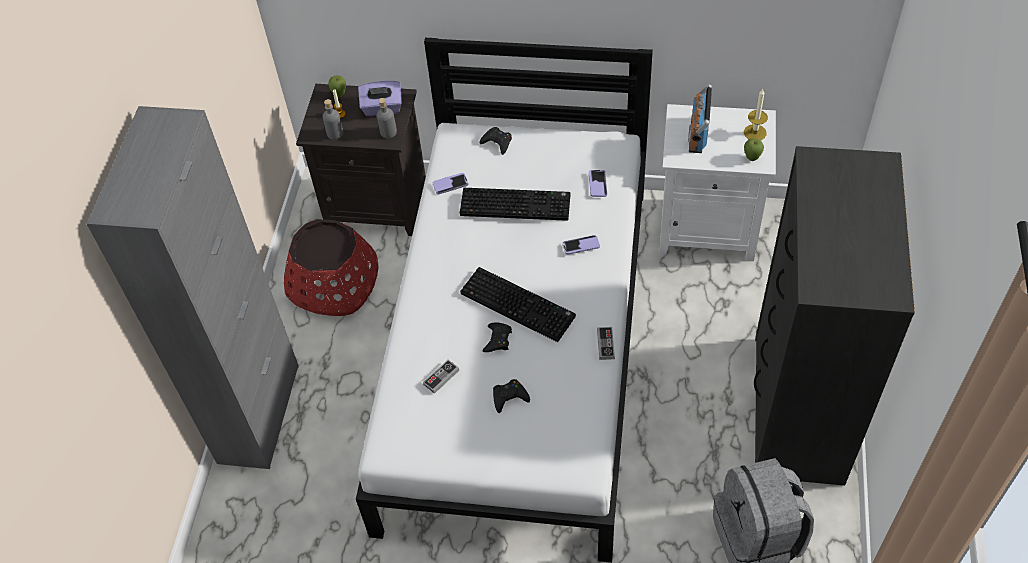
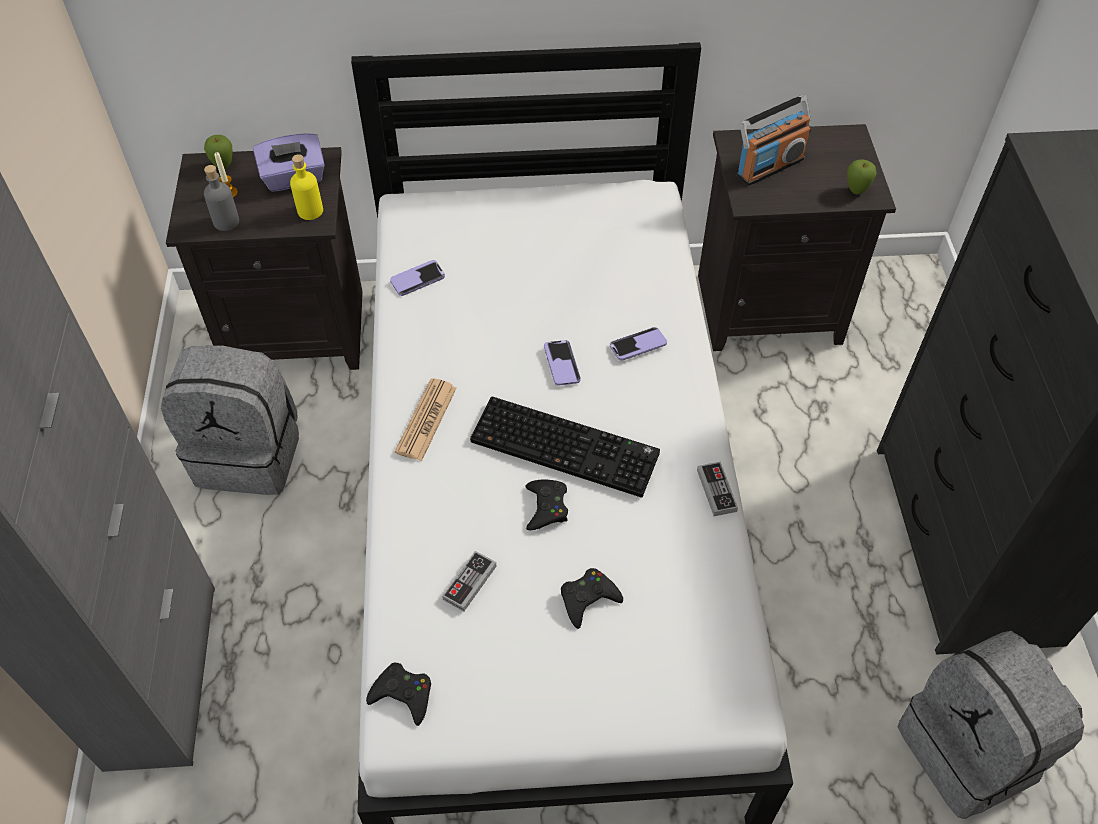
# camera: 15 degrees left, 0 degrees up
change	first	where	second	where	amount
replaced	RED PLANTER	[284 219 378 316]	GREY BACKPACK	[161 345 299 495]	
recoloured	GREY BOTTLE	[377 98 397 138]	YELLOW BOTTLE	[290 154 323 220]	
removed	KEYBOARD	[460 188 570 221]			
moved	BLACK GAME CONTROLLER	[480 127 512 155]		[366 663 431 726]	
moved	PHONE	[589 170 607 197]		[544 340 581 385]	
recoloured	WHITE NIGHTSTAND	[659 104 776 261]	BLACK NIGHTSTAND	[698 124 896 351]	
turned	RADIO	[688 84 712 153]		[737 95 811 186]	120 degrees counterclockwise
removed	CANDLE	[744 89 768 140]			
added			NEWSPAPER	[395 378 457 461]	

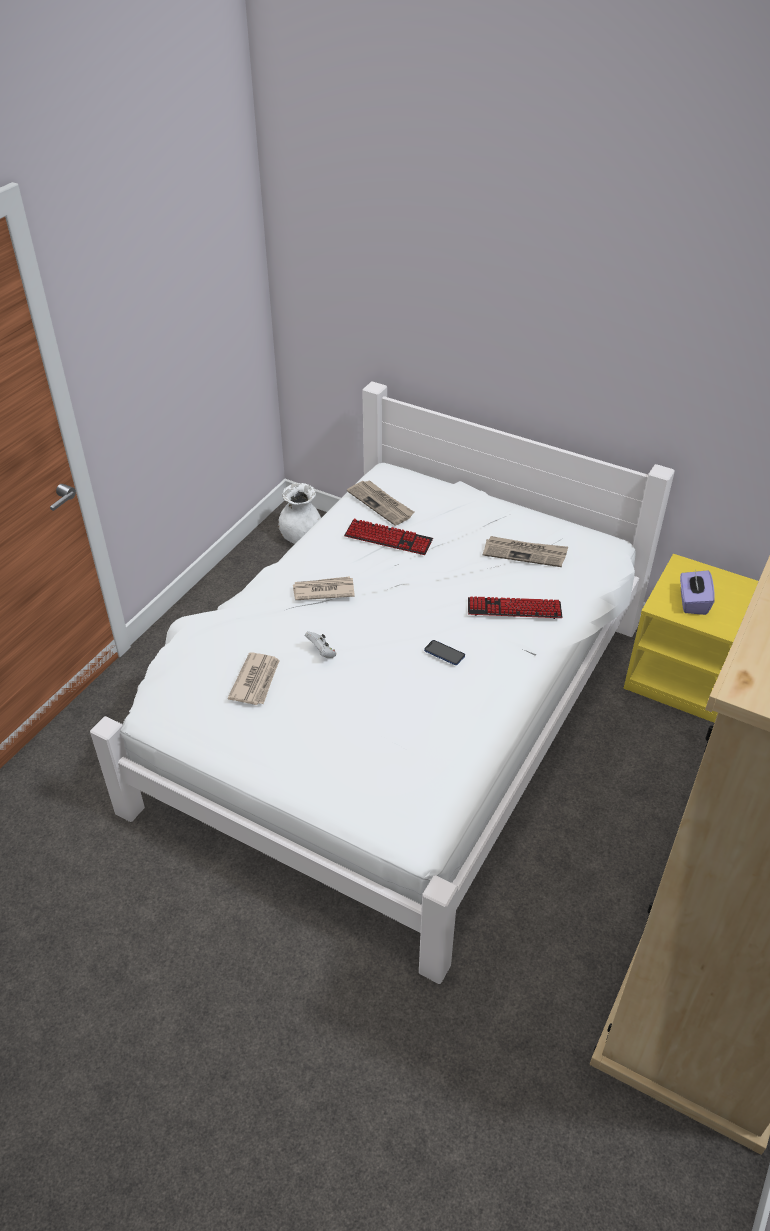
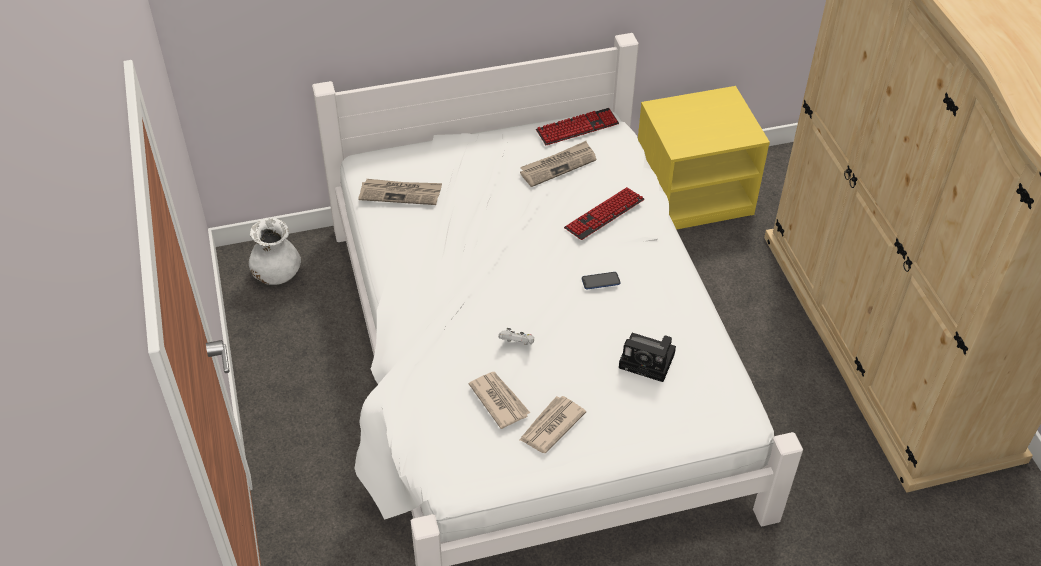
# camera: 45 degrees left, 5 degrees up
change	first	where	second	where	amount
moved	NEWSPAPER	[293 576 355 600]		[519 396 586 453]	
moved	KEYBOARD	[344 518 433 555]		[536 108 619 145]	
removed	PURPLE TISSUE BOX	[680 570 715 615]			
added			PHOTO CAMERA	[619 333 676 382]	

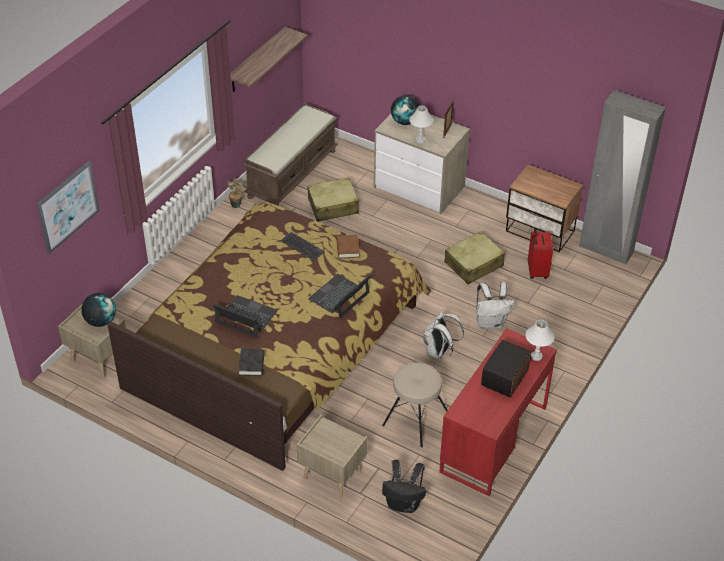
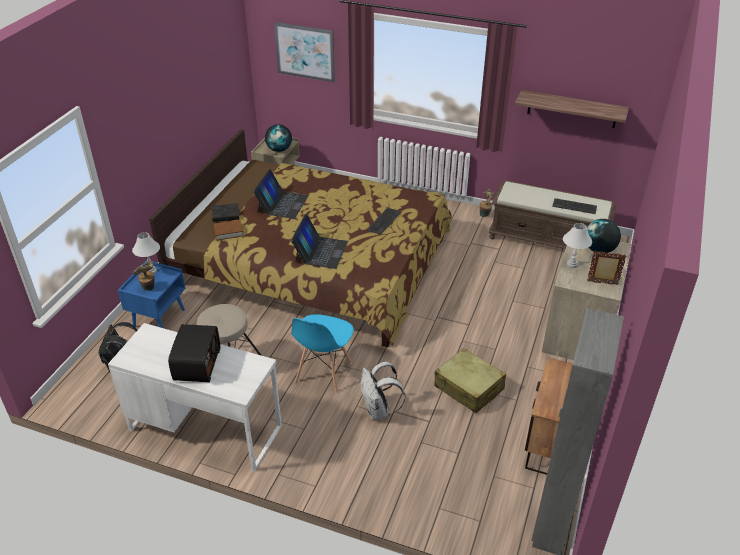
# camera: 80 degrees right, 5 degrees down
change	first	where	second	where	amount
recoloured	BEIGE NIGHTSTAND	[297 414 368 498]	BLUE NIGHTSTAND	[118 260 186 328]	
removed	BEIGE SUITCASE	[307 177 359 222]			
turned	LAPTOP	[308 274 372 318]		[291 214 348 269]	75 degrees clockwise
moved	BROWN BOOK	[336 235 360 259]		[214 220 244 240]	
replaced	WHITE BACKPACK	[423 311 464 359]	BLUE CHAIR	[292 314 354 393]	
recoloured	RED DESK	[439 328 557 496]	WHITE DESK	[108 323 282 471]	
turned	RADIO	[481 340 532 397]		[168 324 220 382]	75 degrees clockwise
moved	WHITE TABLE LAMP	[525 320 555 361]		[132 232 160 274]	
removed	RED SUITCASE	[528 227 553 279]			
added			POTTED PLANT	[133 261 155 291]	
added			KEYBOARD	[552 198 597 214]	

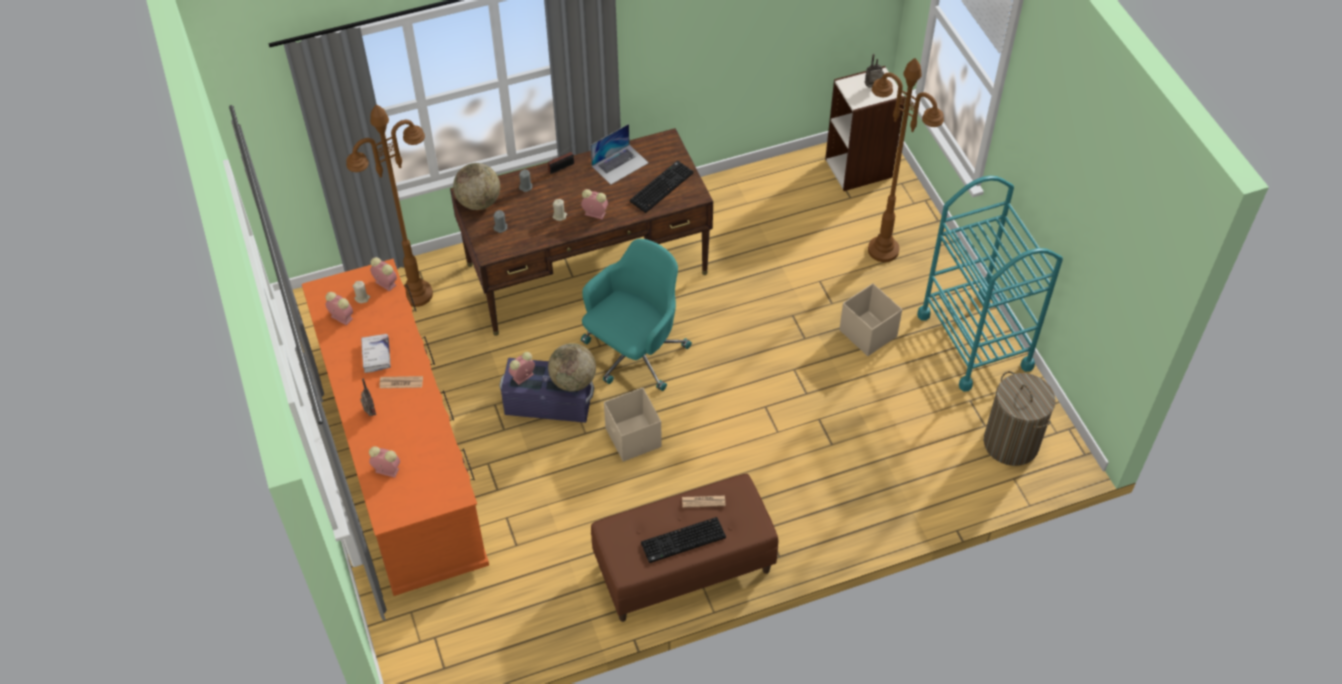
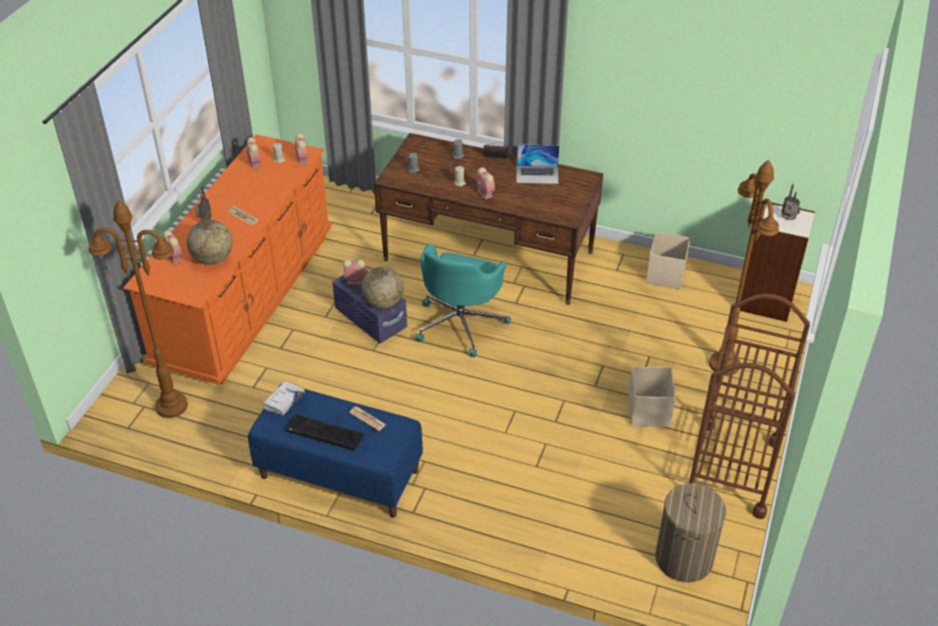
# camera: 40 degrees right, 10 degrees down
change	first	where	second	where	amount
moved	BROWN FLOOR LAMP	[346 104 433 307]		[89 200 188 418]	
moved	WHITE BOOK	[361 334 391 373]		[263 381 305 416]	
moved	GLOBE	[453 163 500 210]		[187 220 232 264]	
turned	TURQUOISE OFFICE CHAIR	[581 239 692 391]		[415 244 511 357]	120 degrees clockwise
recoloured	BROWN BENCH	[591 474 778 622]	BLUE BENCH	[248 384 423 518]	
moved	BEIGE STORAGE BOX	[604 387 662 462]		[646 231 691 289]	
removed	KEYBOARD	[630 160 693 213]			
recoloured	TURQUOISE CART	[917 176 1063 391]	BROWN CART	[689 293 810 519]	

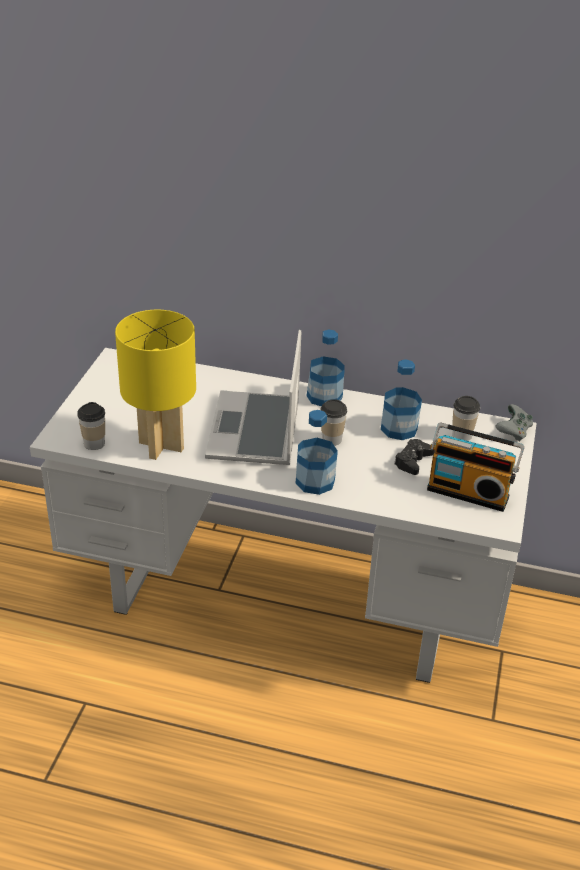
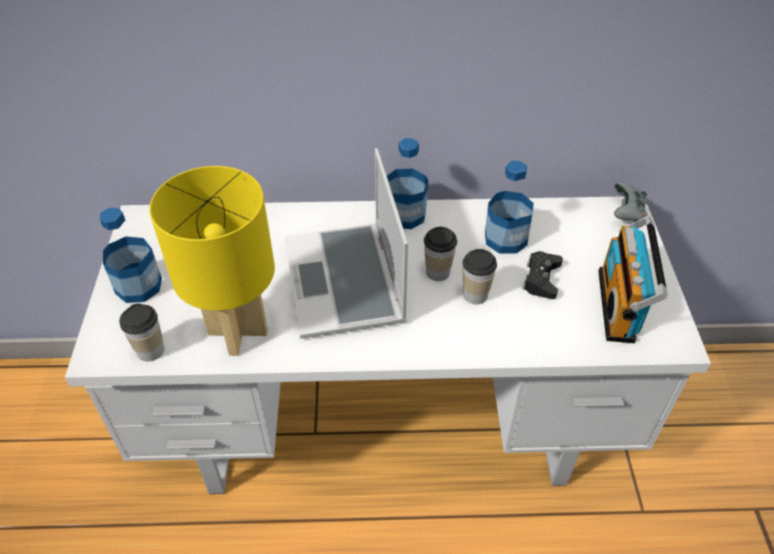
# camera: 15 degrees left, 10 degrees up
change	first	where	second	where	amount
moved	BOTTLE	[295 410 338 495]		[100 208 162 303]	
turned	RADIO	[427 423 524 512]		[598 216 668 343]	90 degrees clockwise
moved	CUP	[452 396 480 441]		[463 249 497 304]	

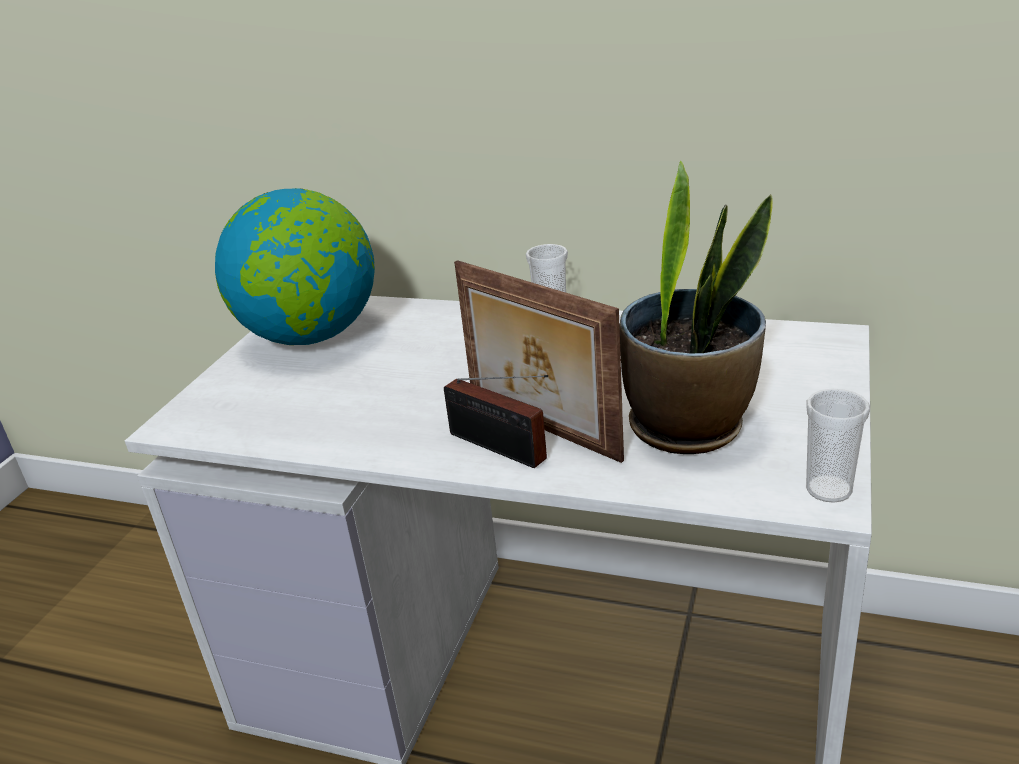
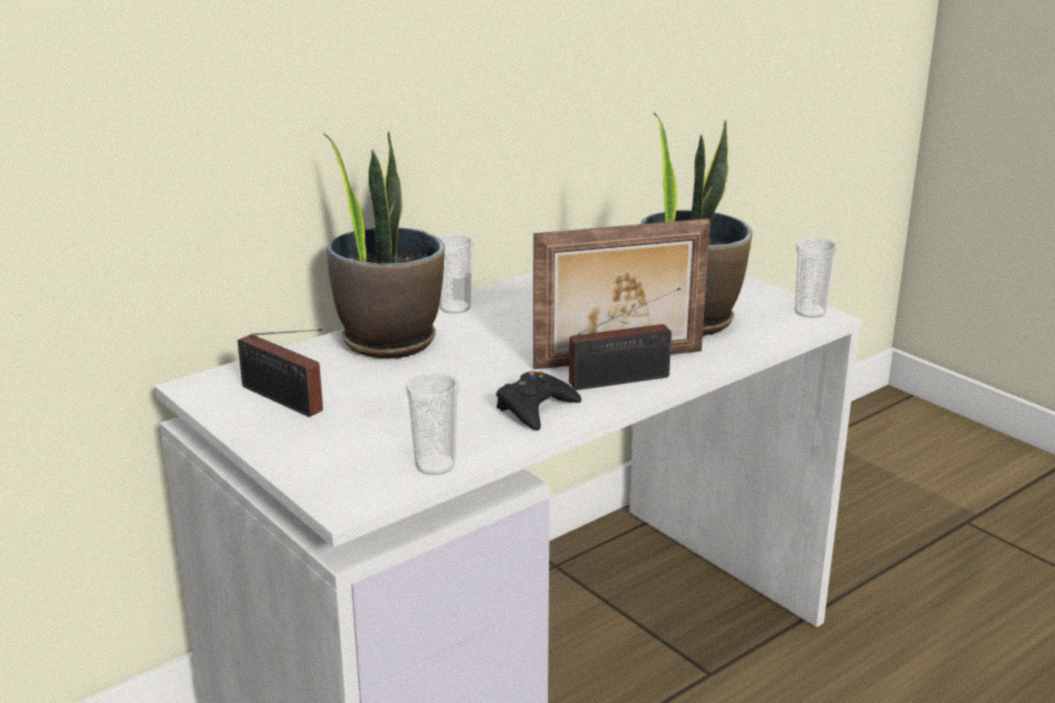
# camera: 60 degrees left, 5 degrees down
change	first	where	second	where	amount
replaced	GLOBE	[215 188 375 345]	RADIO	[238 329 323 417]	
added			POTTED PLANT	[323 131 445 359]	
added			CUP	[406 372 459 475]	
added			BLACK GAME CONTROLLER	[496 371 582 431]	

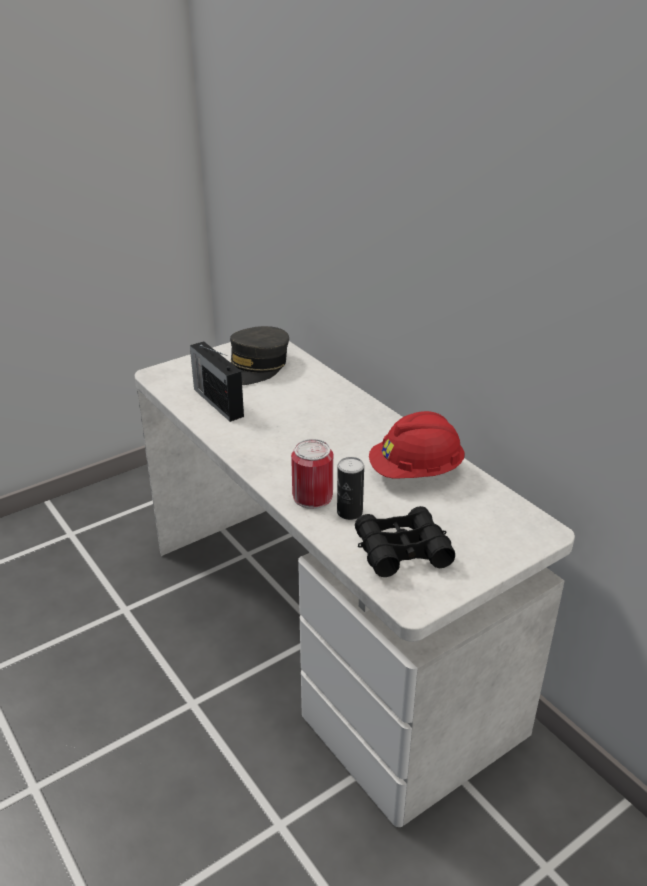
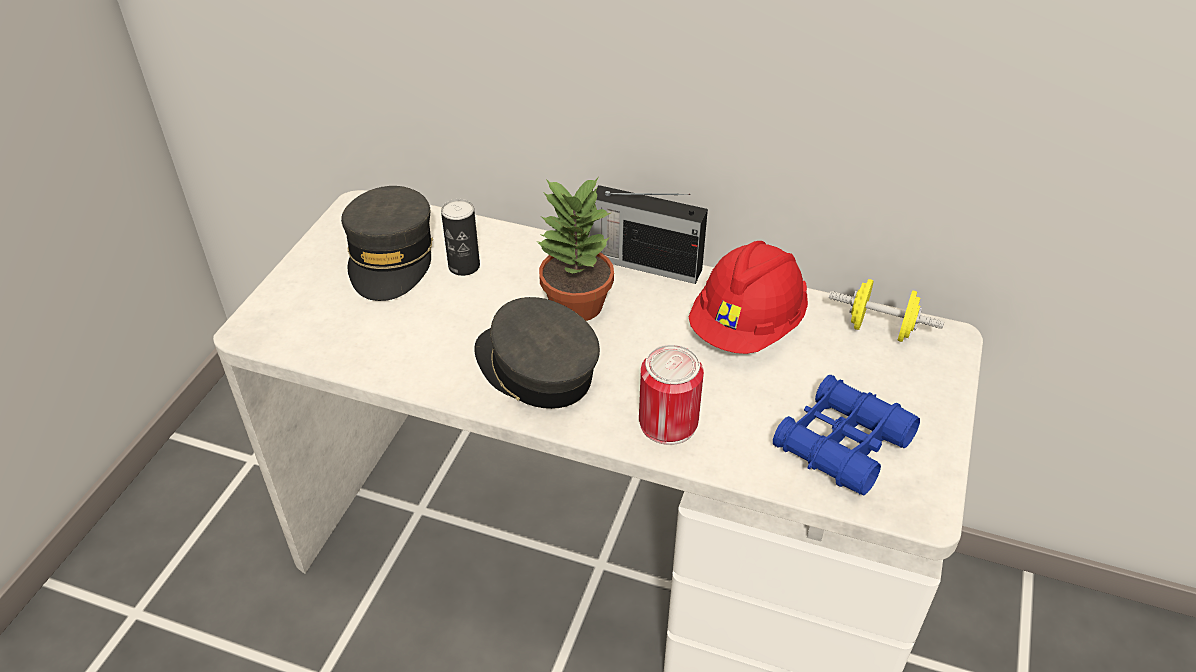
# camera: 35 degrees left, 10 degrees up
change	first	where	second	where	amount
moved	RADIO	[190 341 244 422]		[590 185 708 284]	
moved	CAN	[337 457 364 520]		[441 199 480 276]	
recoloured	BLACK BINOCULARS	[355 506 455 577]	BLUE BINOCULARS	[773 375 920 495]	
added			GREY CAP	[474 297 600 409]	
added			POTTED PLANT	[536 177 614 321]	
added			YELLOW DUMBBELL	[829 279 944 342]	

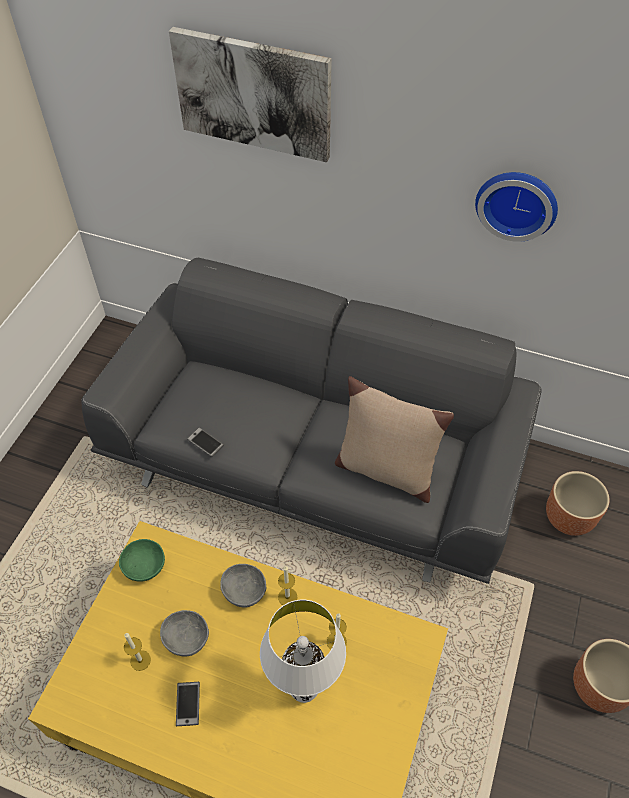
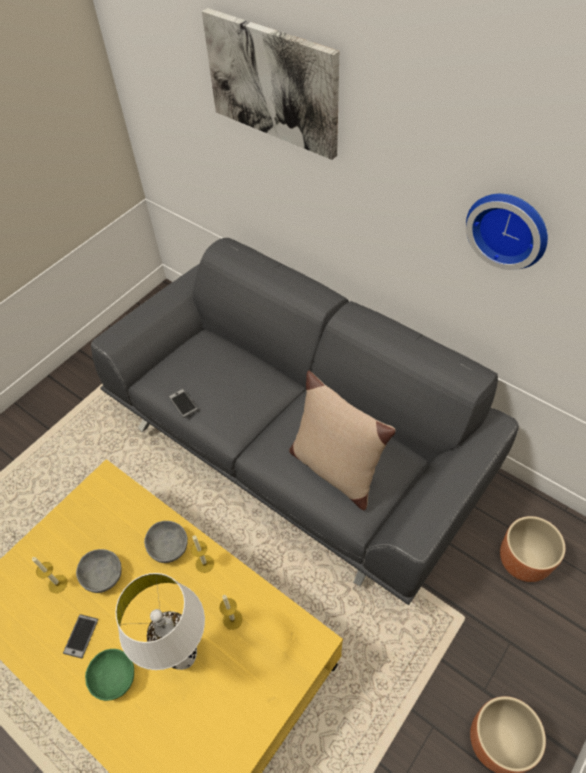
# camera: 20 degrees right, 0 degrees up
change	first	where	second	where	amount
moved	GREEN BOWL	[119 539 165 582]		[85 649 134 701]	

